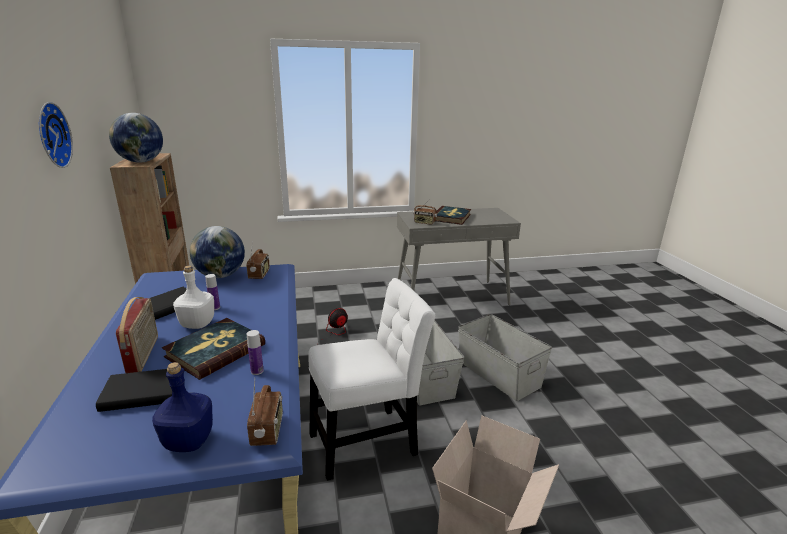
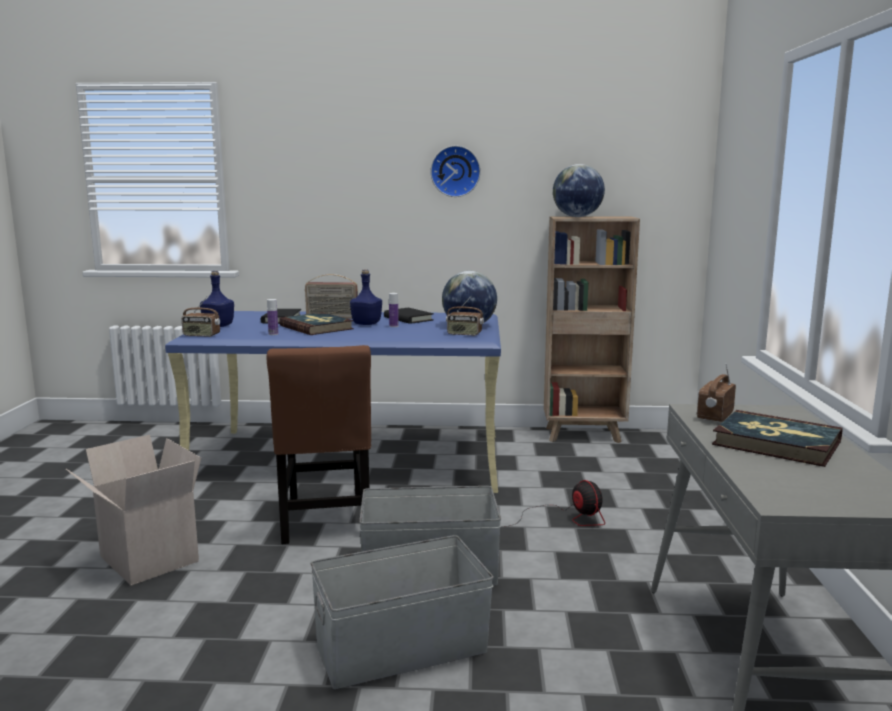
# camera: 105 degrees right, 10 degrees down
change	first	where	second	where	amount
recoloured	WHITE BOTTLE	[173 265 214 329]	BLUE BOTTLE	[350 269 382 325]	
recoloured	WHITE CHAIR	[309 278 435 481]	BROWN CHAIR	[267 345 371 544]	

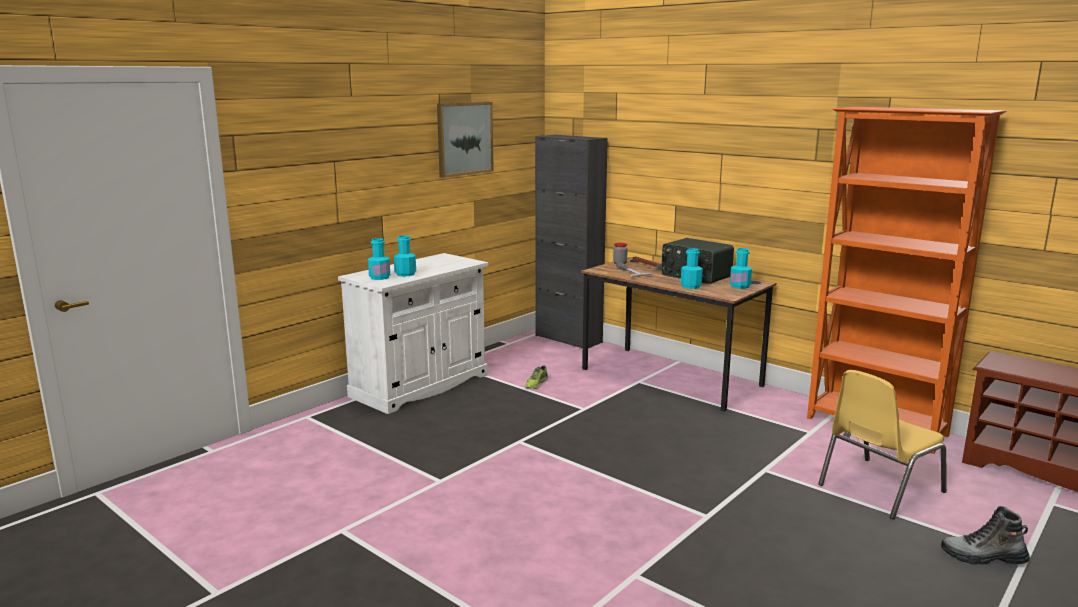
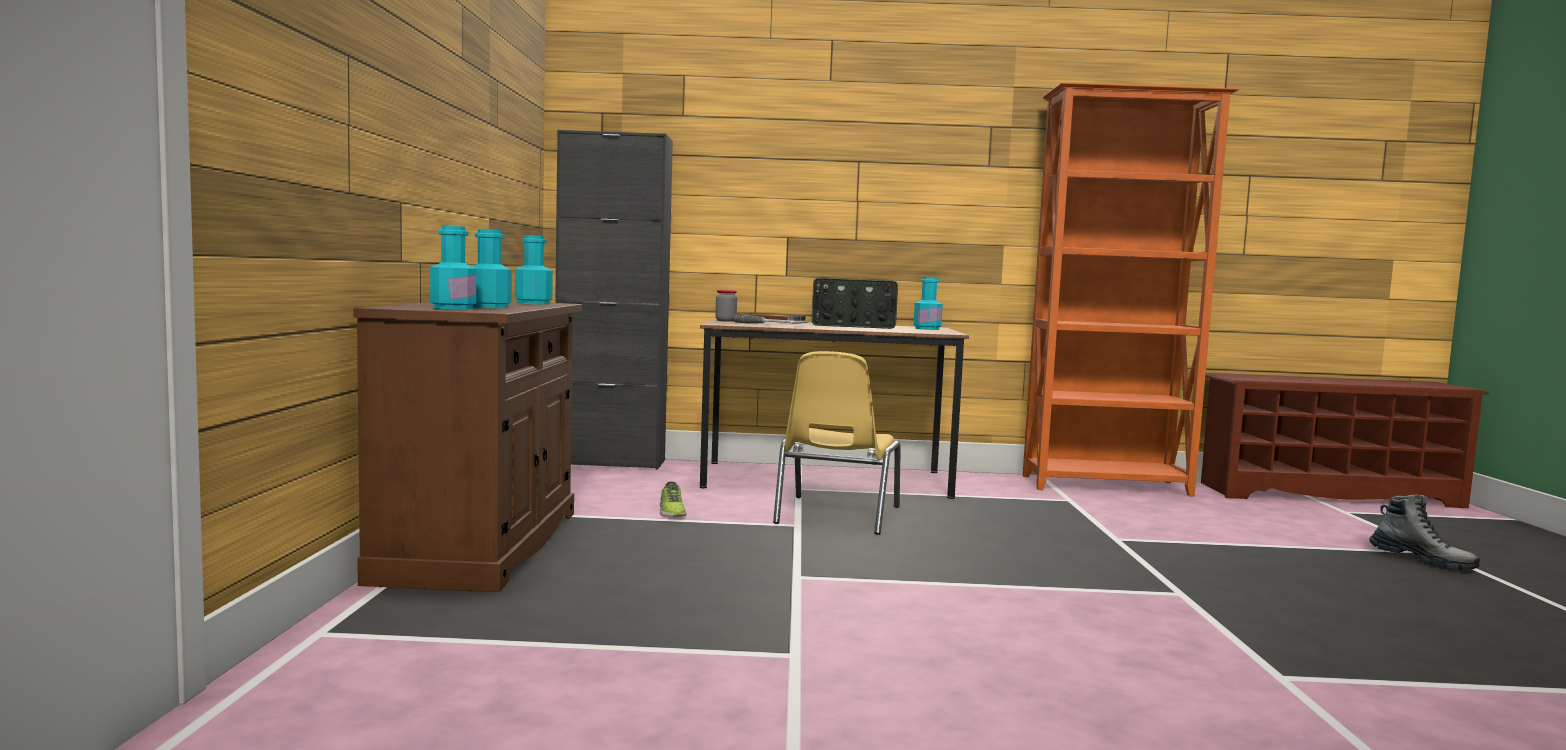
# camera: 40 degrees left, 10 degrees down
change	first	where	second	where	amount
recoloured	WHITE CABINET	[338 253 488 414]	BROWN CABINET	[353 301 582 592]	
removed	PICTURE	[437 102 494 178]			
moved	TURQUOISE BOTTLE	[681 248 703 289]		[515 235 553 304]	
moved	YELLOW CHAIR	[818 370 947 519]		[773 351 901 535]	
turned	BOOT	[941 506 1030 565]		[1369 494 1480 570]	105 degrees counterclockwise

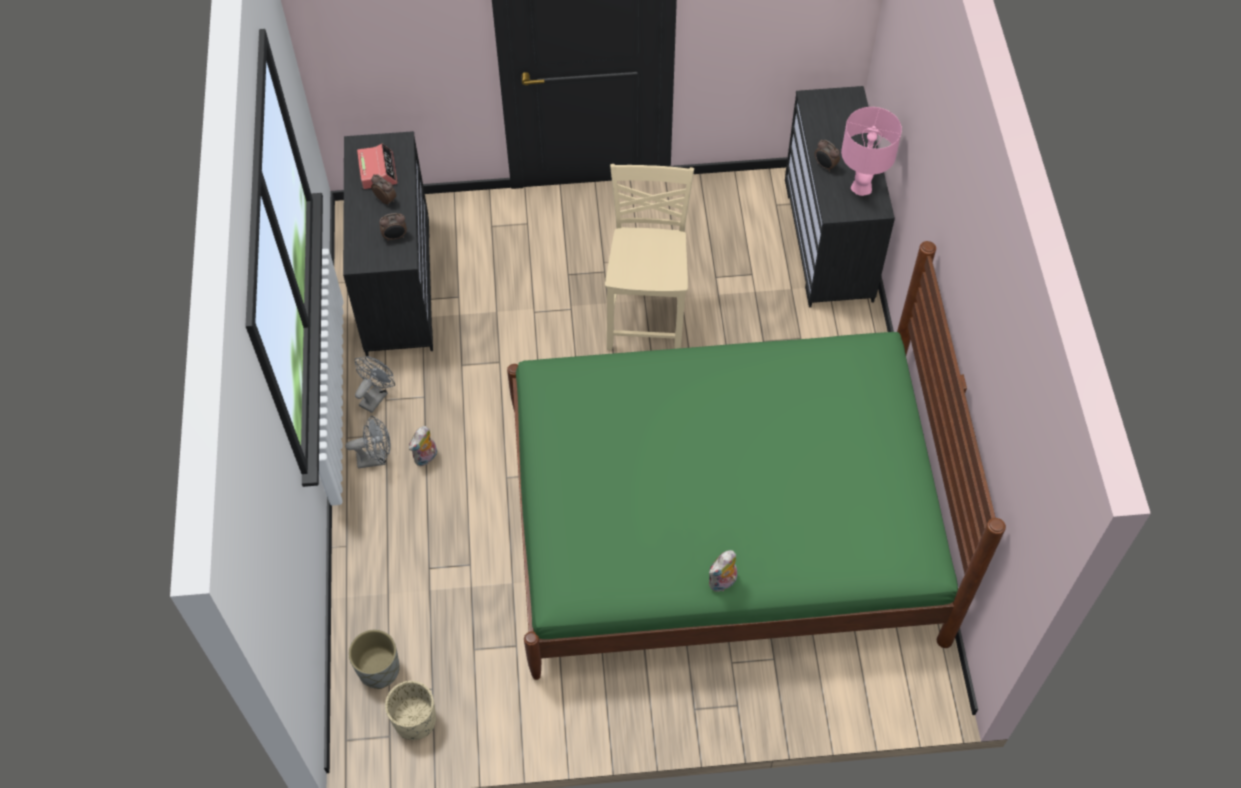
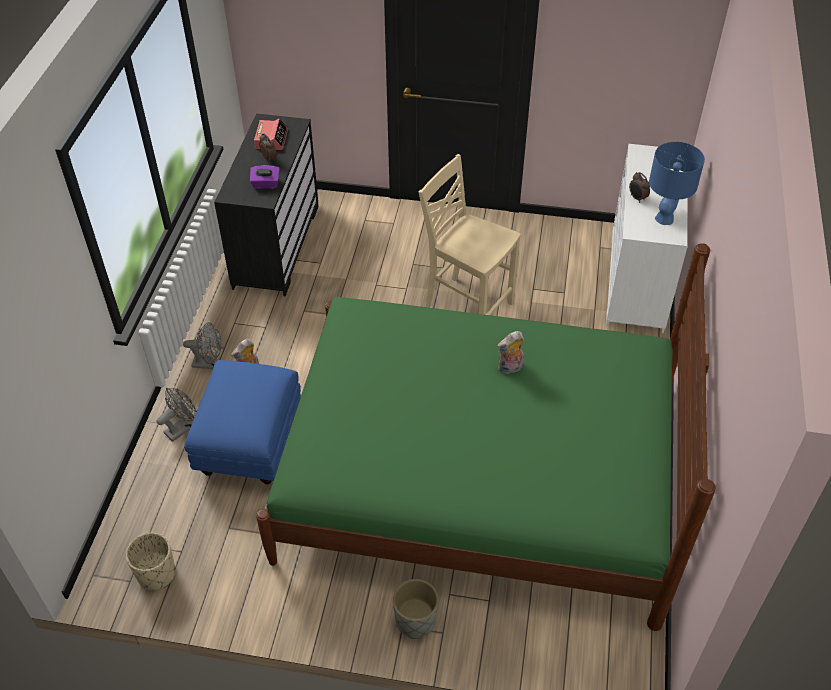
# camera: 15 degrees right, 10 degrees down
change	first	where	second	where	amount
moved	GREY PLANTER	[349 630 400 689]		[393 579 438 639]	
moved	GREY FAN	[354 356 395 413]		[157 388 196 442]	
replaced	ALARM CLOCK	[379 213 407 241]	PURPLE TISSUE BOX	[250 165 279 189]	
turned	BEIGE CHAIR	[605 164 694 350]		[418 154 520 315]	75 degrees counterclockwise
moved	PLUSH TOY	[709 550 737 592]		[497 331 524 374]	
recoloured	BLACK DRESSER	[785 86 895 307]	WHITE DRESSER	[606 144 688 333]	
recoloured	PINK TABLE LAMP	[841 107 902 196]	BLUE TABLE LAMP	[649 142 705 225]	
added			BLUE OTTOMAN	[184 360 301 485]	

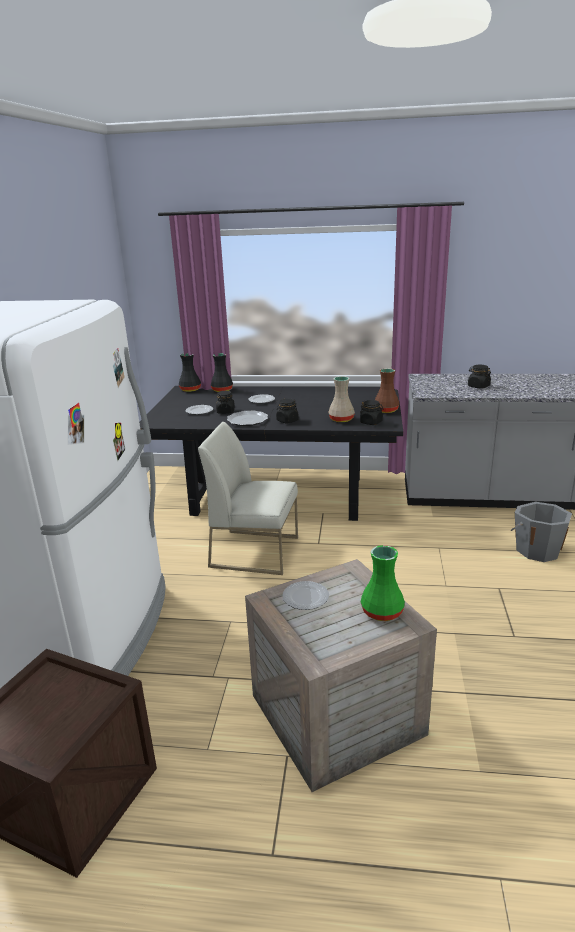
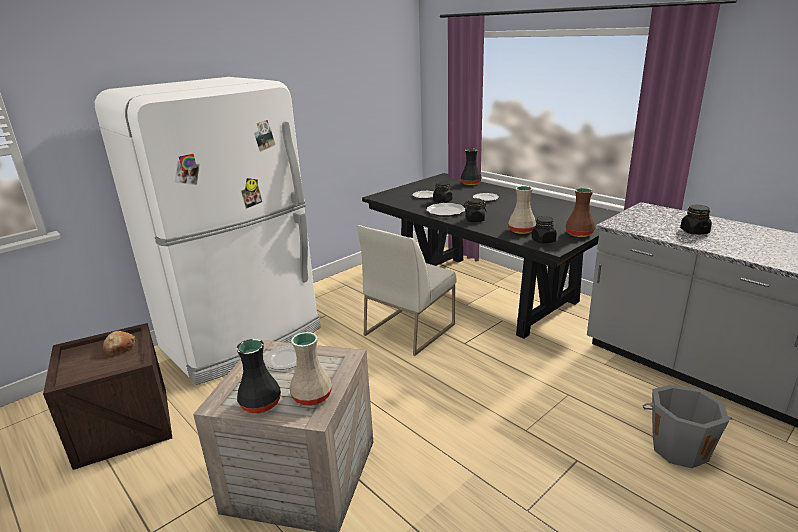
# camera: 40 degrees right, 0 degrees up
change	first	where	second	where	amount
moved	BLACK VASE	[179 353 201 392]		[237 339 281 414]	
turned	WHITE CHAIR	[198 422 298 575]		[357 225 456 356]	105 degrees counterclockwise
recoloured	GREEN VASE	[361 545 405 621]	BEIGE VASE	[290 332 332 406]	
added			BREAD	[103 331 137 355]	

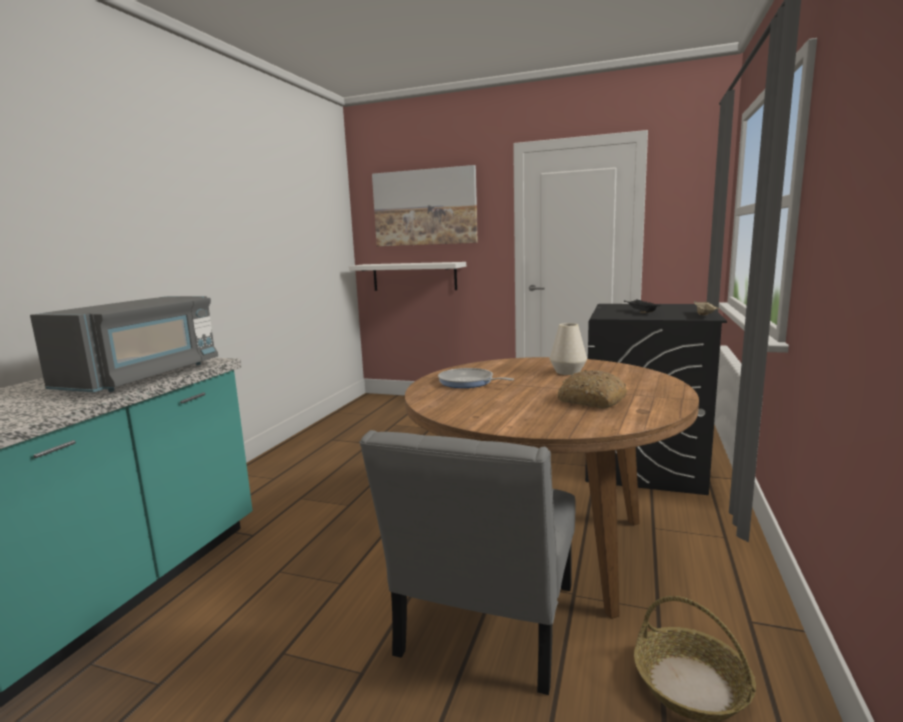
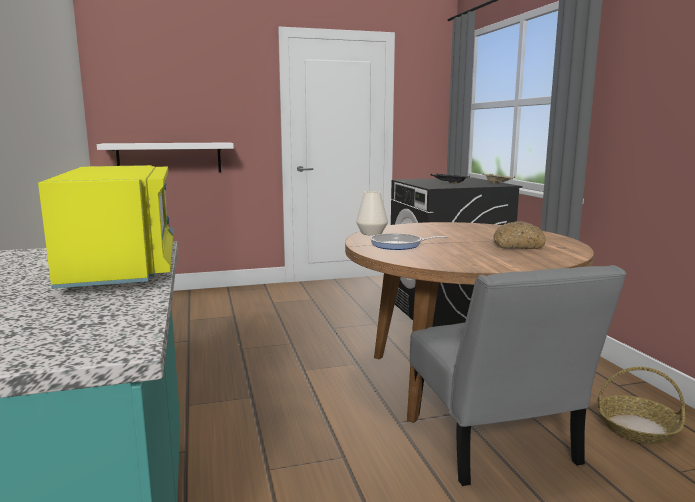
# camera: 35 degrees left, 0 degrees up
change	first	where	second	where	amount
recoloured	GREY MICROWAVE	[30 296 218 392]	YELLOW MICROWAVE	[38 165 174 289]	
removed	PICTURE	[372 165 478 246]			
moved	WHITE VASE	[550 323 587 375]		[356 191 388 236]	

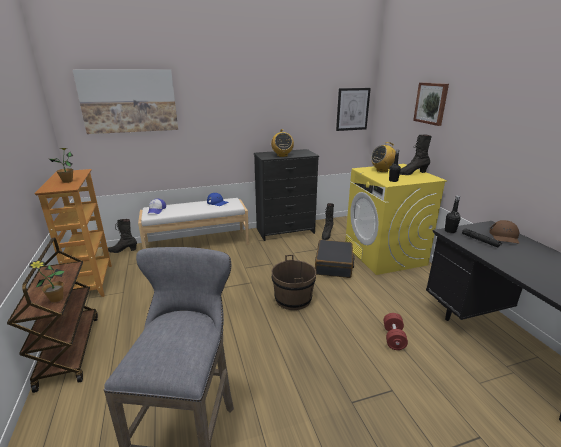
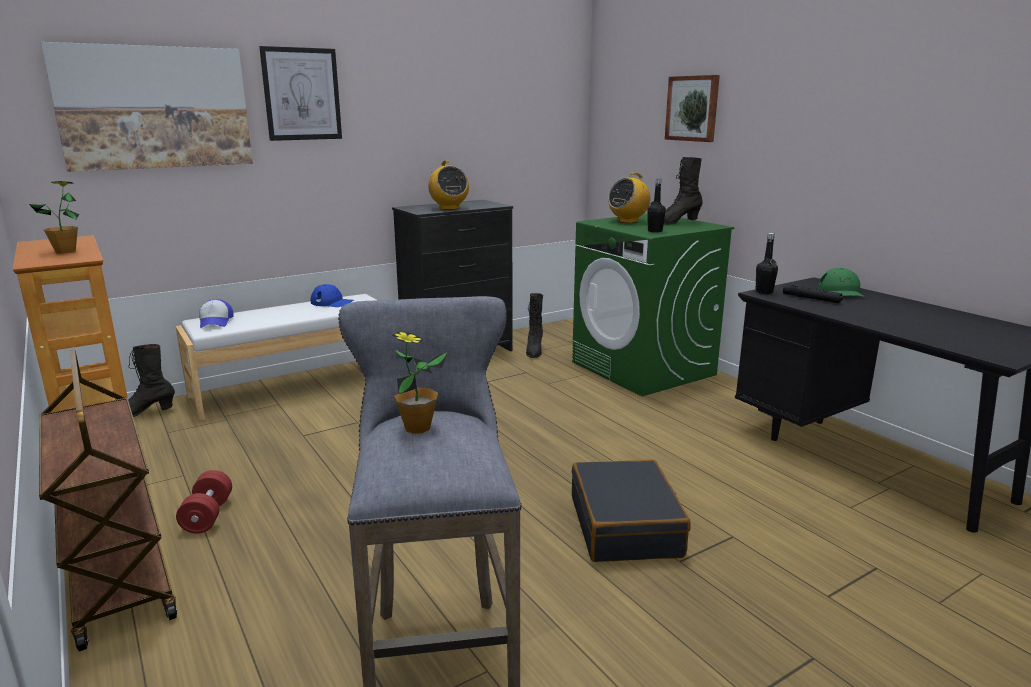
# camera: 15 degrees left, 5 degrees down
change	first	where	second	where	amount
moved	POTTED PLANT	[29 260 64 303]		[392 331 447 434]	
removed	BROWN BUCKET	[272 255 316 310]			
moved	BLACK SUITCASE	[315 240 355 278]		[572 459 691 562]	
moved	PICTURE	[336 88 371 131]		[259 46 342 141]	
recoloured	YELLOW WASHING MACHINE	[345 164 447 275]	GREEN WASHING MACHINE	[572 214 734 396]	
moved	RED DUMBBELL	[384 313 408 350]		[176 470 232 534]	
recoloured	BROWN CAP	[489 220 519 243]	GREEN CAP	[818 268 865 297]	

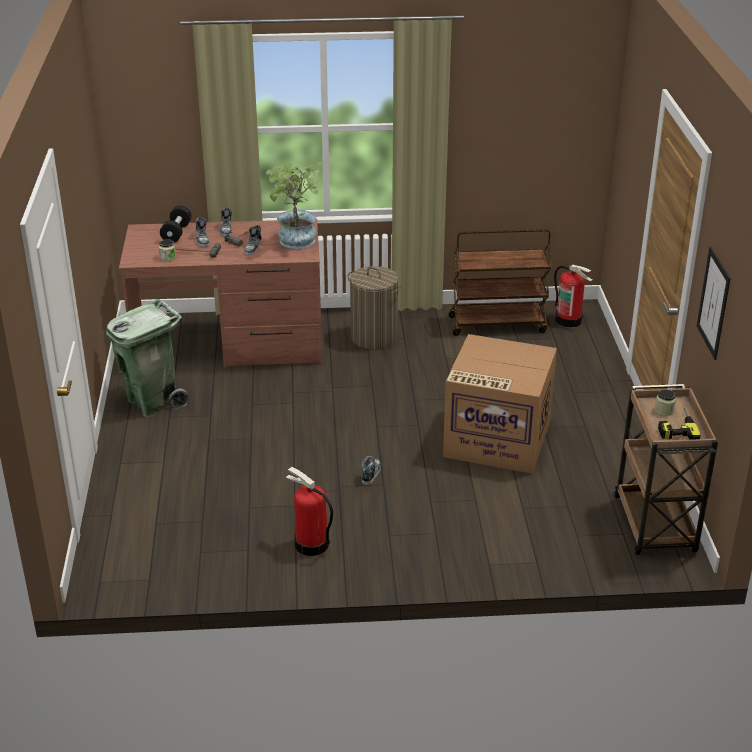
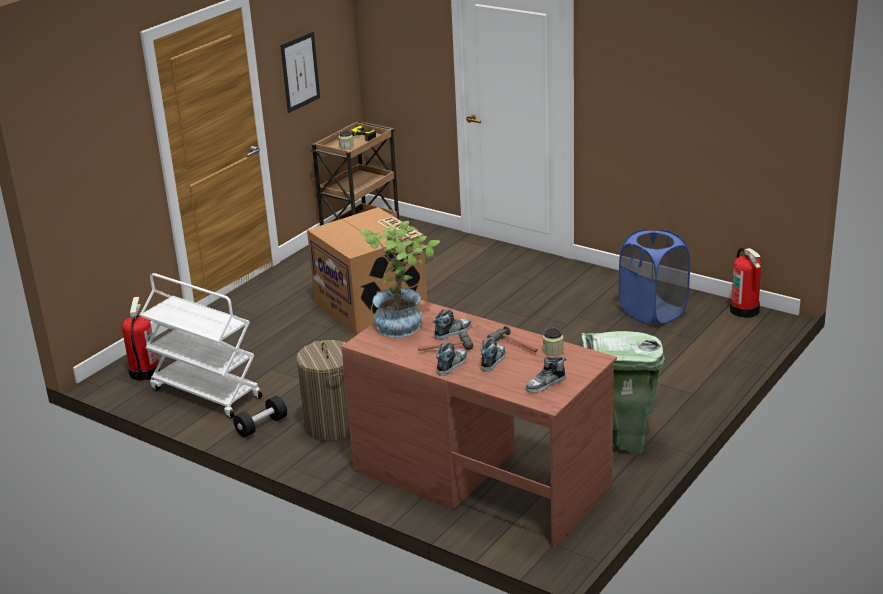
# camera: 140 degrees left, 5 degrees down
change	first	where	second	where	amount
moved	BLACK DUMBBELL	[160 206 192 243]		[233 396 287 437]	
moved	FIRE EXTINGUISHER	[286 467 333 556]		[730 248 762 318]	
moved	SHOE	[362 456 381 485]		[525 356 566 393]	
recoloured	BROWN CART	[449 229 552 336]	WHITE CART	[140 273 263 419]	
added			BLUE LAUNDRY BASKET	[619 229 690 325]	

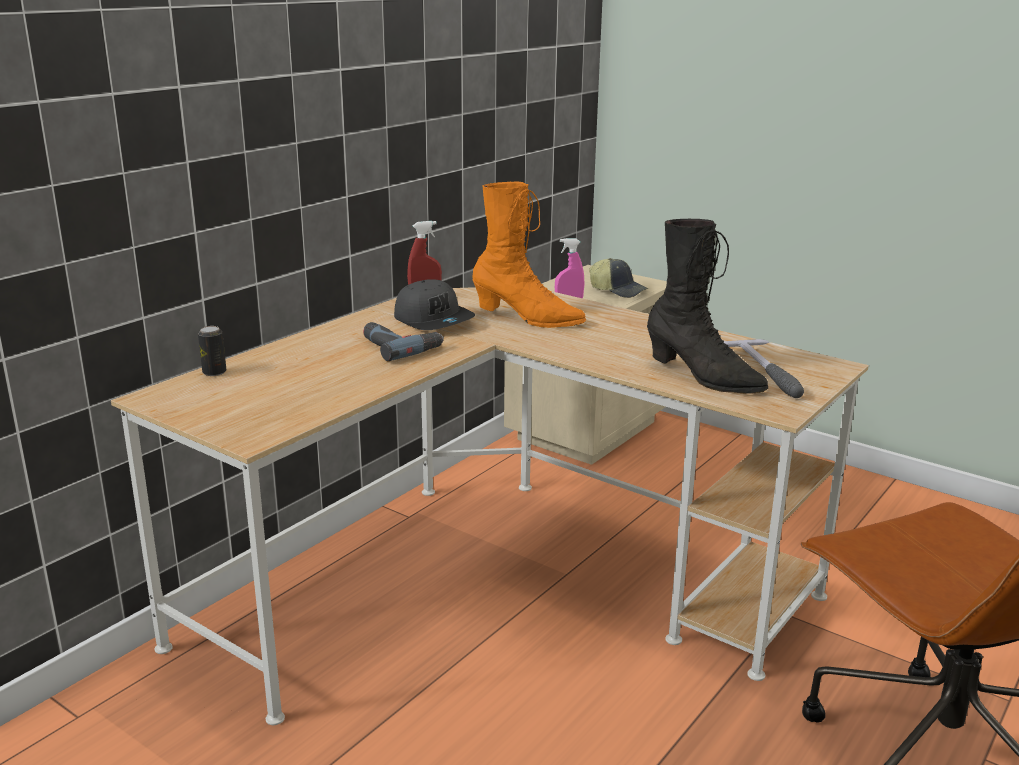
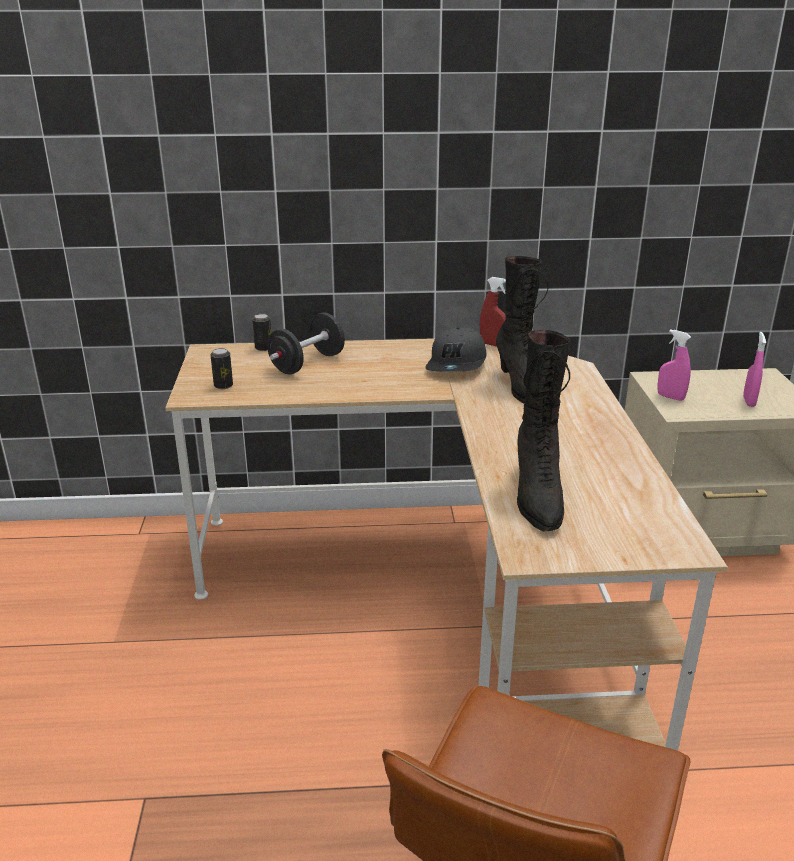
# camera: 50 degrees right, 5 degrees up
change	first	where	second	where	amount
removed	POWER DRILL	[363 322 444 361]			
recoloured	ORANGE BOOT	[472 182 586 328]	BLACK BOOT	[496 256 548 403]	
replaced	CAP	[589 258 648 298]	PINK SPRAY BOTTLE	[743 332 766 407]	
removed	HAMMER	[724 339 804 398]			
added			CAN	[211 348 233 389]	
added			BLACK DUMBBELL	[268 312 345 374]	

